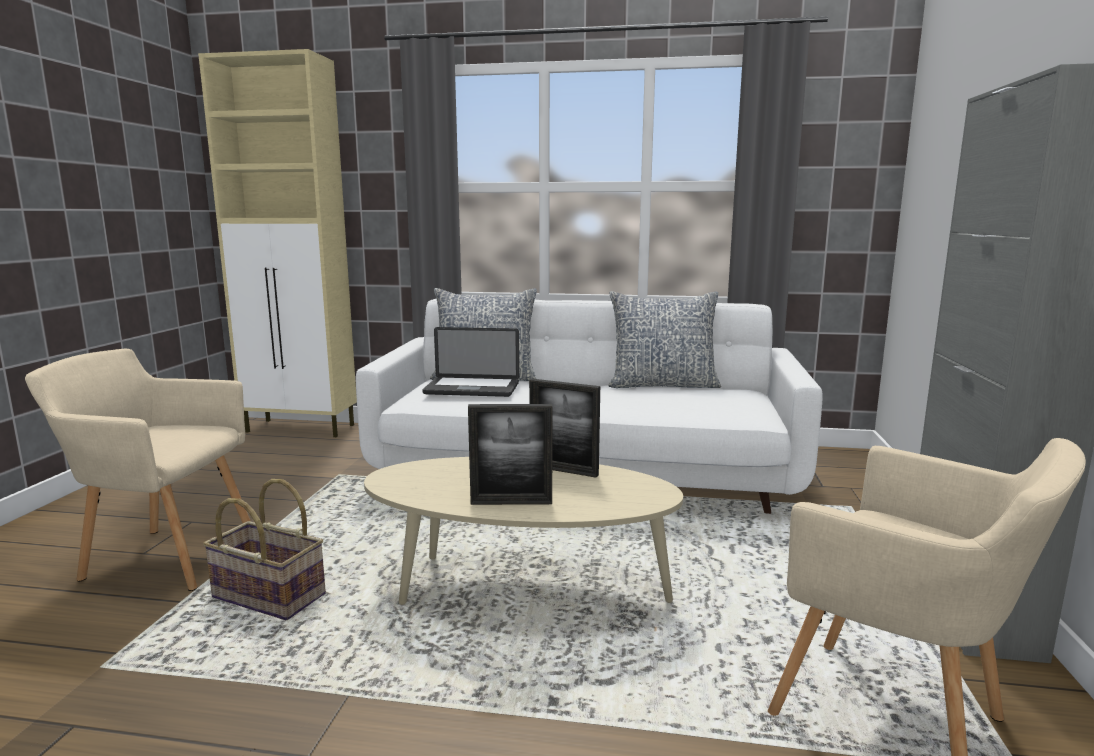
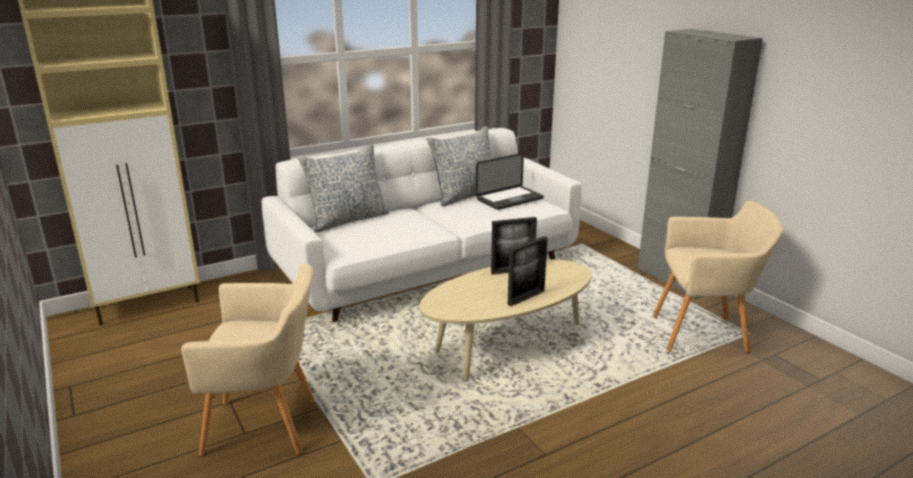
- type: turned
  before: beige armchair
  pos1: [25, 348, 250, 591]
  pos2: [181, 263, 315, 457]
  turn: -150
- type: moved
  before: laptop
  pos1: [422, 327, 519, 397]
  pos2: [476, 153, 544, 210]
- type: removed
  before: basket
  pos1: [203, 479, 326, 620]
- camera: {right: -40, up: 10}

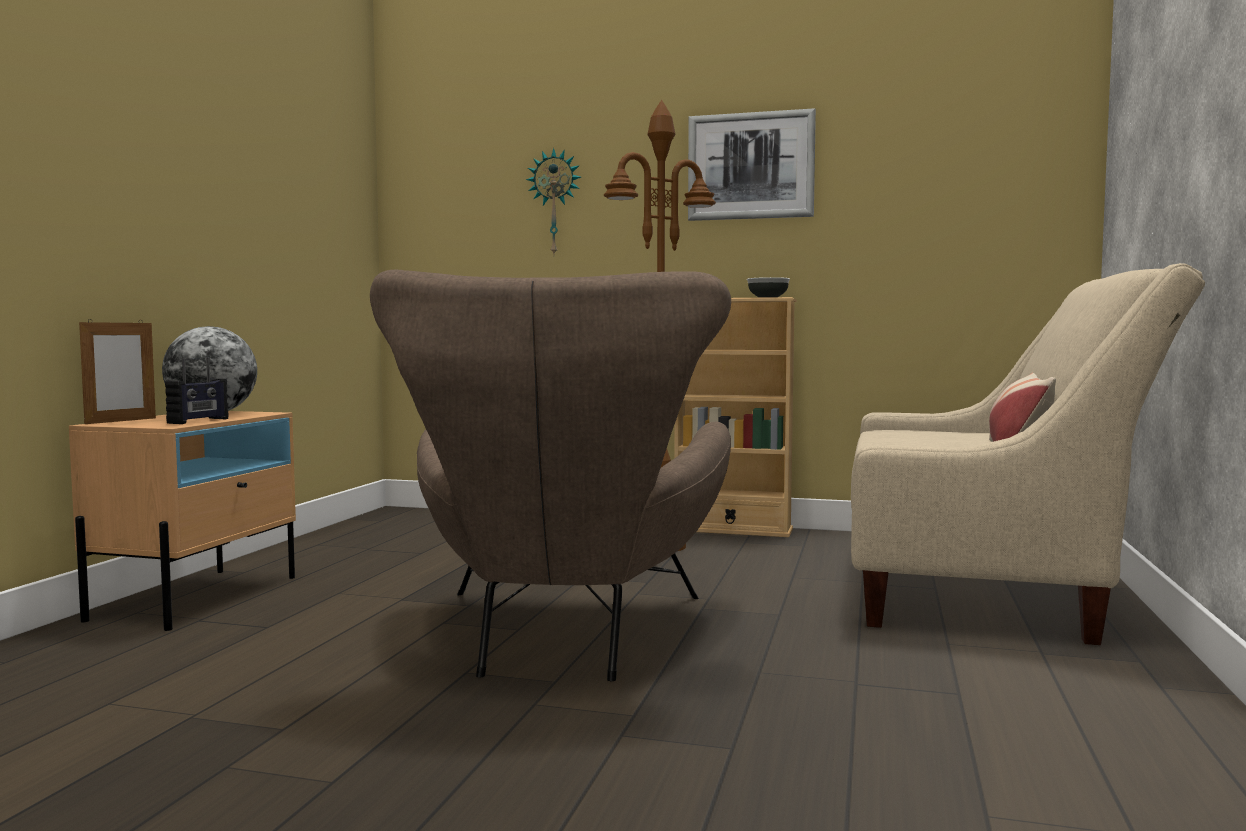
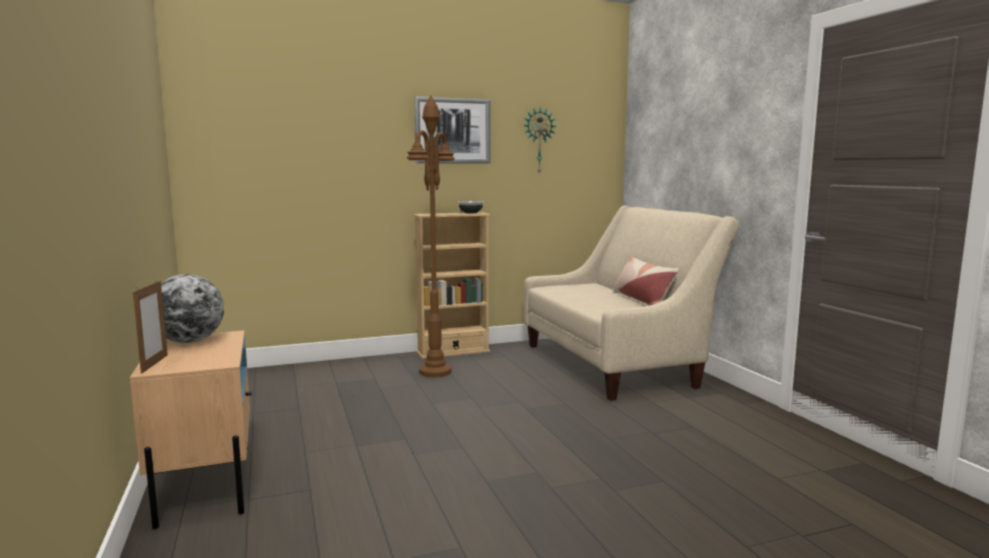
- type: moved
  before: wall clock
  pos1: [526, 148, 581, 254]
  pos2: [523, 107, 556, 174]
- type: removed
  before: radio
  pos1: [165, 357, 228, 424]
- type: removed
  before: brown armchair
  pos1: [370, 270, 731, 681]
- camera: {right: -35, up: 5}

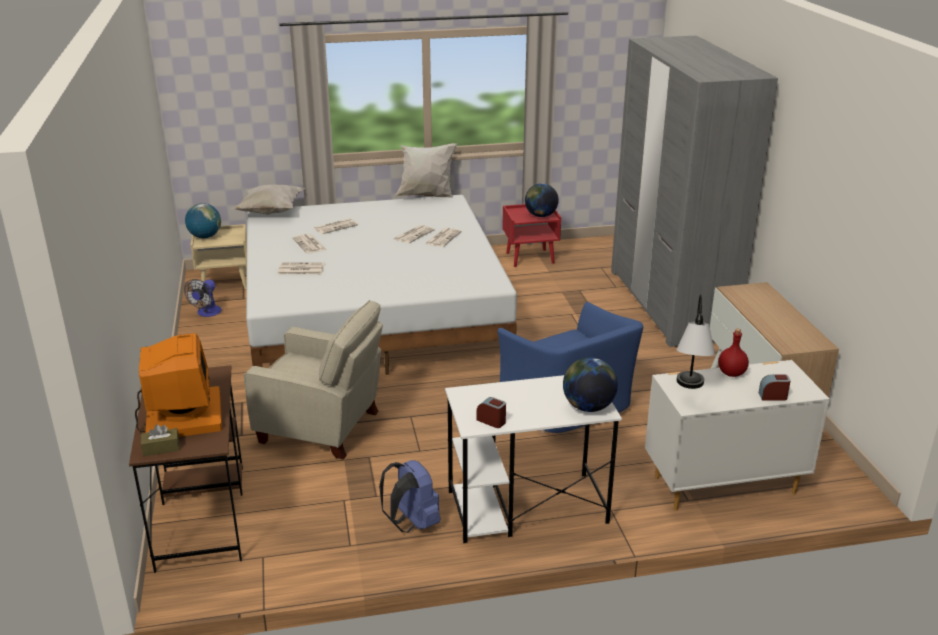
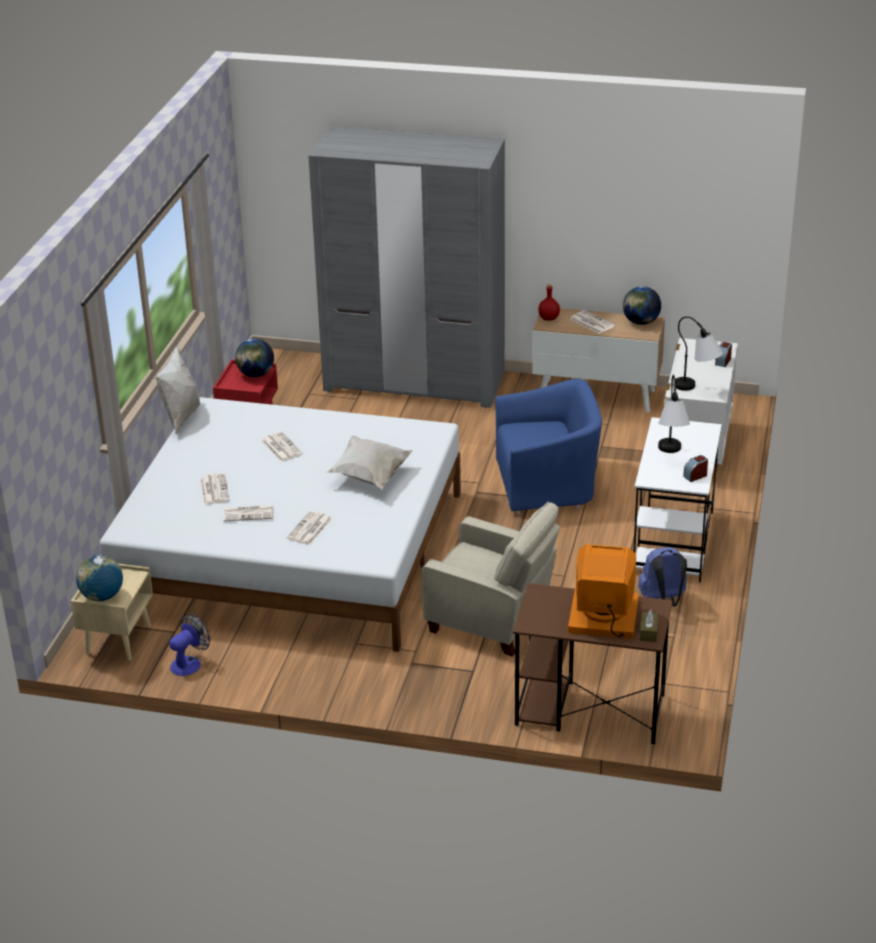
- type: turned
  before: fan
  pos1: [184, 279, 222, 317]
  pos2: [169, 614, 210, 676]
  turn: -90
- type: moved
  before: white pillow
  pos1: [231, 184, 305, 215]
  pos2: [325, 435, 413, 489]
- type: turned
  before: beige armchair
  pos1: [244, 300, 383, 460]
  pos2: [422, 502, 560, 657]
  turn: 75
- type: moved
  before: red bottle
  pos1: [718, 329, 749, 377]
  pos2: [538, 284, 560, 321]
- type: moved
  before: newspaper
  pos1: [425, 228, 462, 247]
  pos2: [570, 310, 615, 334]
- type: moved
  before: globe
  pos1: [563, 357, 618, 412]
  pos2: [623, 286, 661, 325]
- type: added
  after: table lamp
  pos2: [658, 375, 690, 453]
- camera: {right: -65, up: 5}

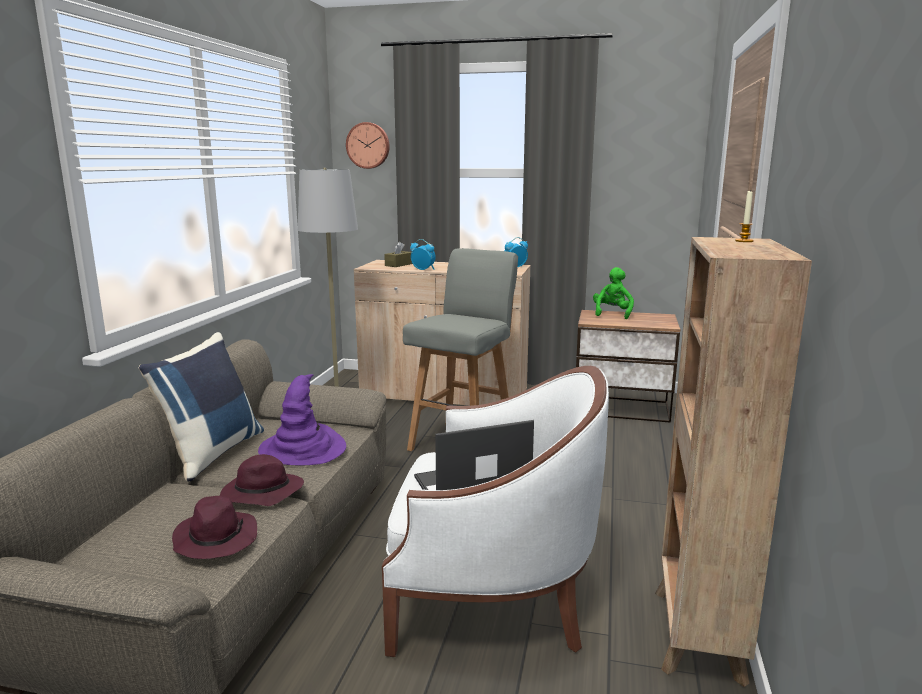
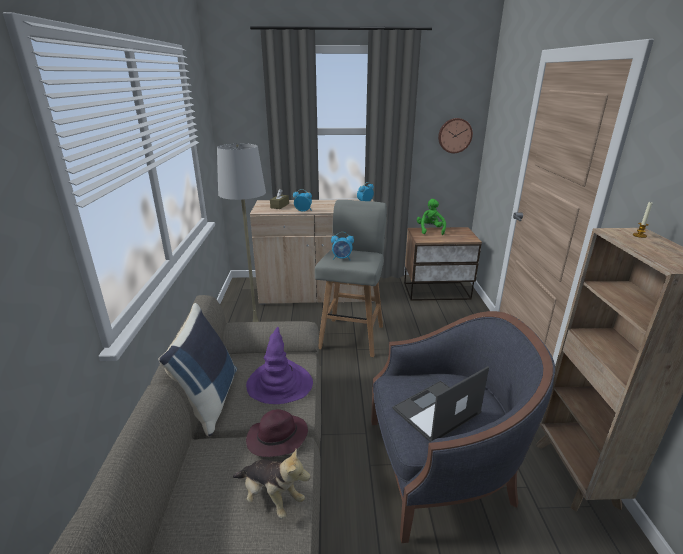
- type: replaced
  before: purple hat
  after: plush toy
  pos1: [172, 496, 257, 559]
  pos2: [233, 449, 311, 519]
- type: added
  after: alarm clock
  pos2: [331, 232, 354, 260]
- type: recoloured
  before: white armchair
  after: blue armchair
  pos1: [382, 366, 609, 657]
  pos2: [371, 311, 555, 543]
- type: moved
  before: wall clock
  pos1: [346, 122, 390, 169]
  pos2: [438, 118, 473, 153]
- camera: {right: -15, up: 10}

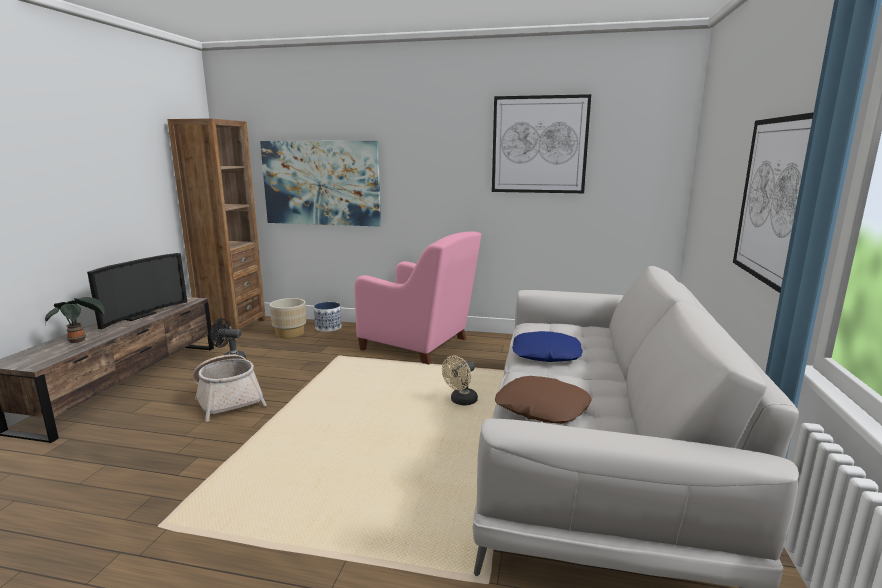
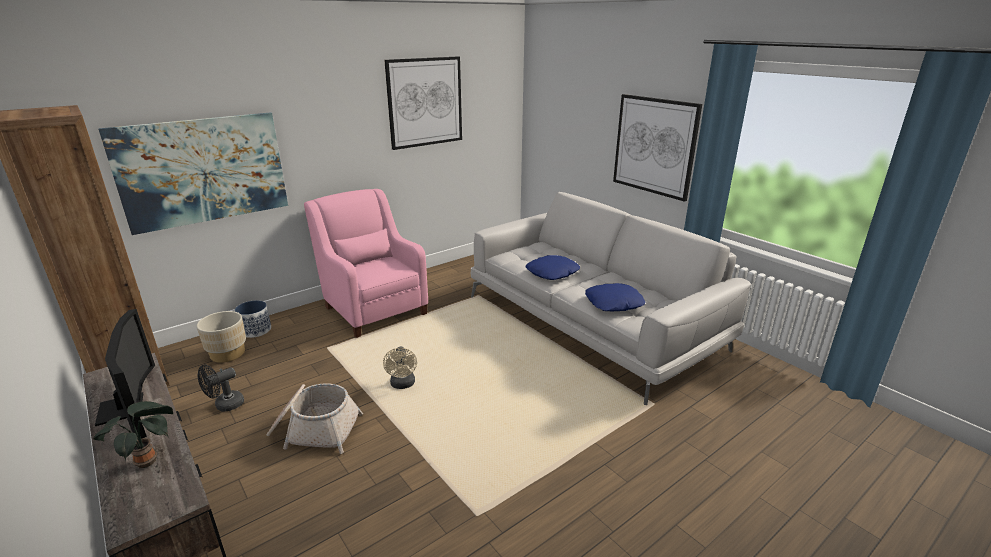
- type: turned
  before: pink armchair
  pos1: [354, 231, 481, 364]
  pos2: [304, 189, 428, 338]
  turn: -105
- type: moved
  before: beige fan
  pos1: [442, 355, 478, 405]
  pos2: [383, 346, 417, 389]
- type: recoloured
  before: brown pillow
  after: blue pillow
  pos1: [495, 376, 592, 424]
  pos2: [585, 283, 646, 311]
- camera: {right: -50, up: 10}

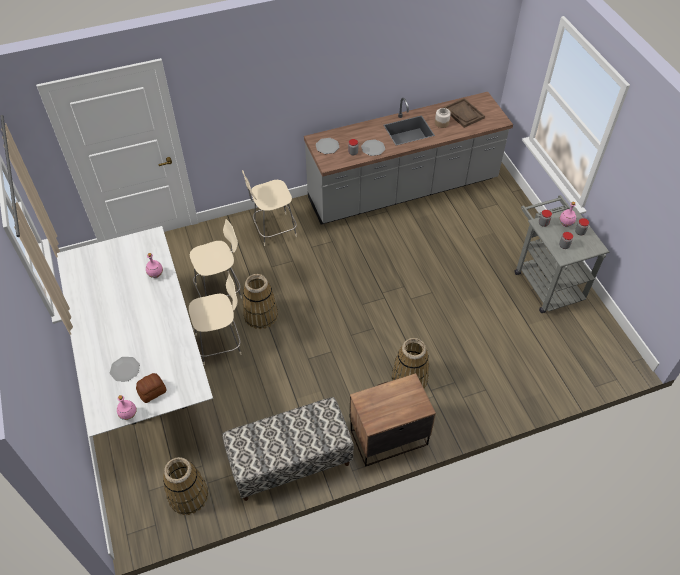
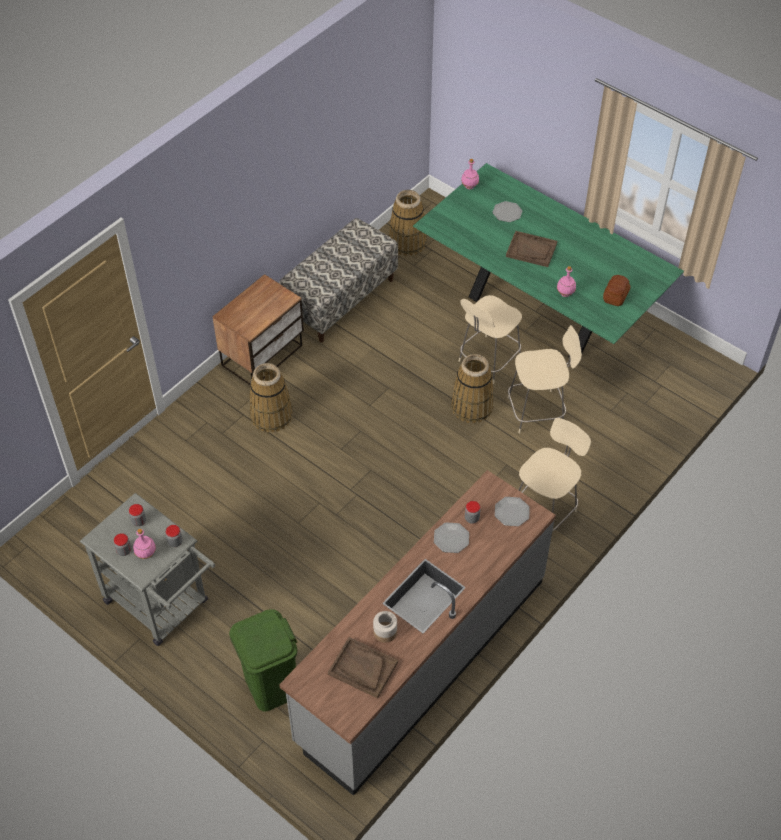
- type: added
  after: green trash can
  pos2: [229, 609, 297, 712]
- type: recoloured
  before: white dining table
  after: green dining table
  pos1: [57, 226, 213, 437]
  pos2: [413, 163, 684, 357]
- type: added
  after: brown tray
  pos2: [506, 231, 557, 267]
- type: turned
  before: beige chair
  pos1: [190, 219, 242, 299]
  pos2: [507, 325, 582, 433]
  turn: -135
- type: moved
  before: bread
  pos1: [136, 373, 166, 403]
  pos2: [603, 275, 631, 306]
- camera: {right: 150, up: 0}

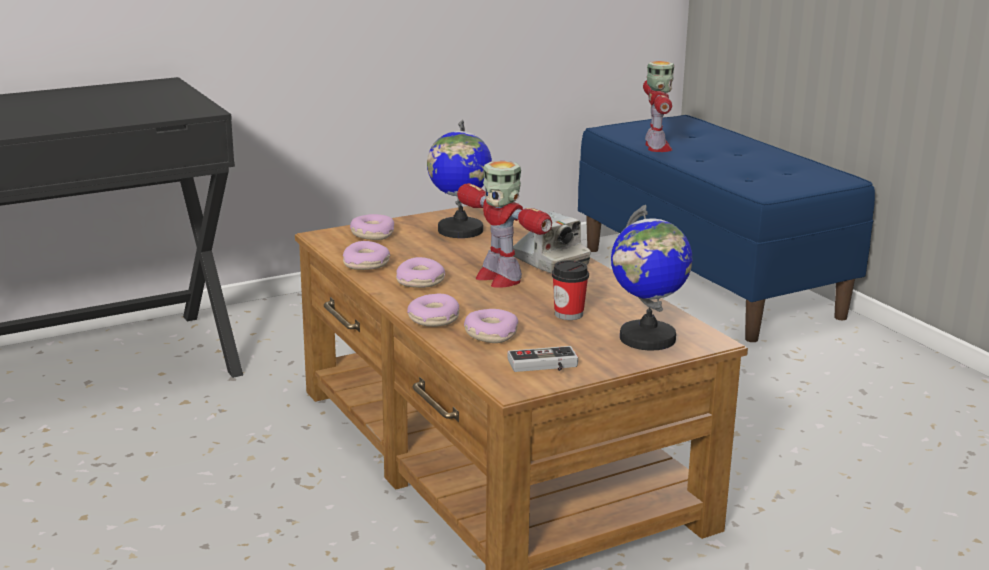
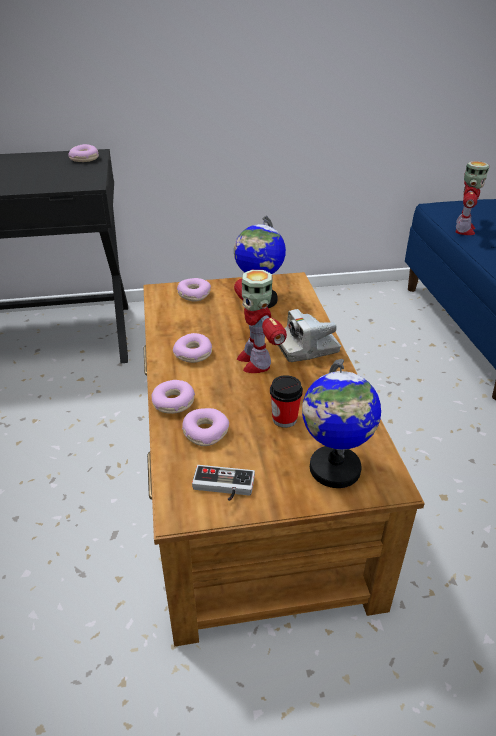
- type: moved
  before: donut
  pos1: [343, 241, 390, 270]
  pos2: [68, 144, 99, 162]
- type: turned
  before: photo camera
  pos1: [513, 211, 591, 274]
  pos2: [278, 309, 341, 362]
  turn: 90
- camera: {right: 20, up: 15}

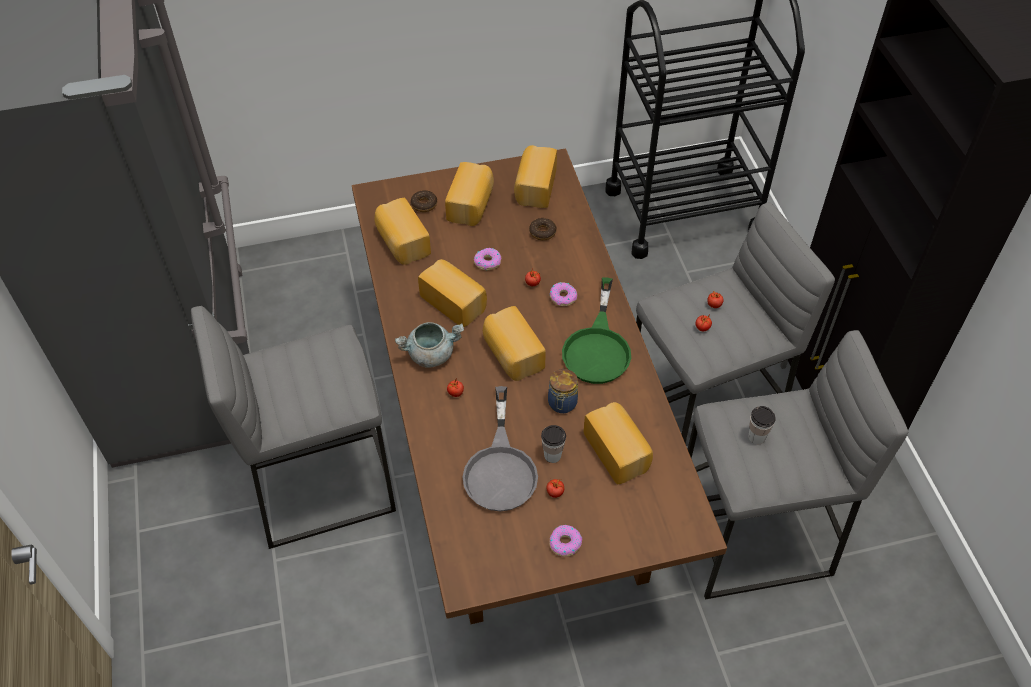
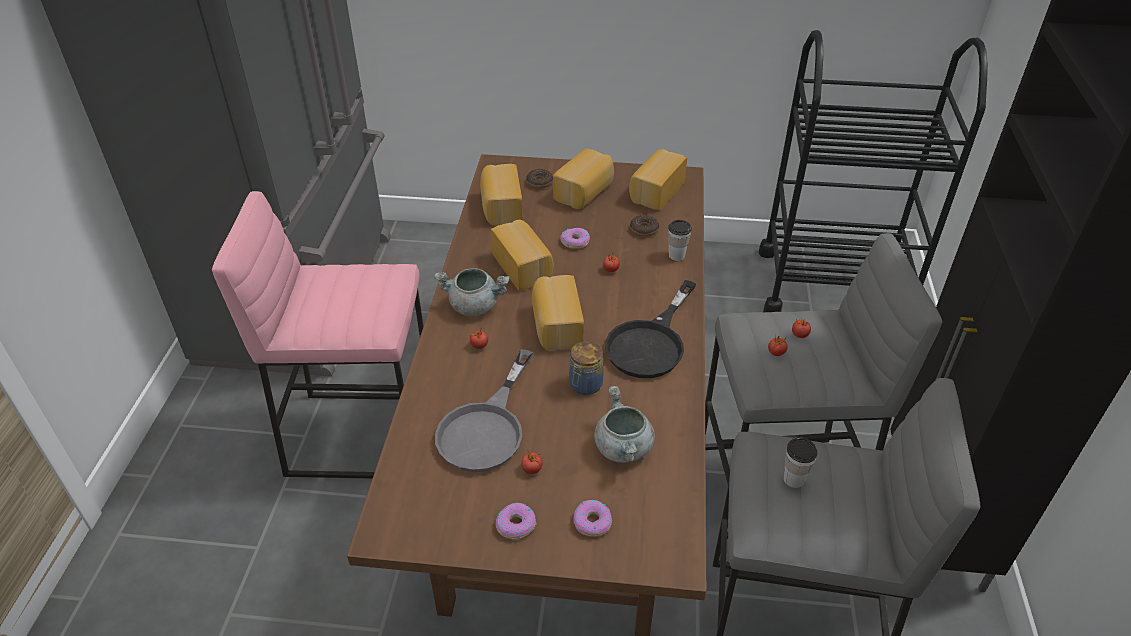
- type: recoloured
  before: grey stool
  after: pink stool
  pos1: [191, 306, 396, 549]
  pos2: [212, 191, 424, 479]
- type: moved
  before: donut
  pos1: [550, 282, 577, 306]
  pos2: [573, 500, 612, 537]
- type: replaced
  before: bread
  after: grey cooking pot
  pos1: [584, 402, 653, 485]
  pos2: [594, 386, 655, 463]
- type: recoloured
  before: green frying pan
  after: black frying pan
  pos1: [562, 277, 631, 384]
  pos2: [605, 280, 696, 378]
- type: moved
  before: cup
  pos1: [541, 425, 566, 463]
  pos2: [668, 220, 692, 261]
- camera: {right: 20, up: -10}

